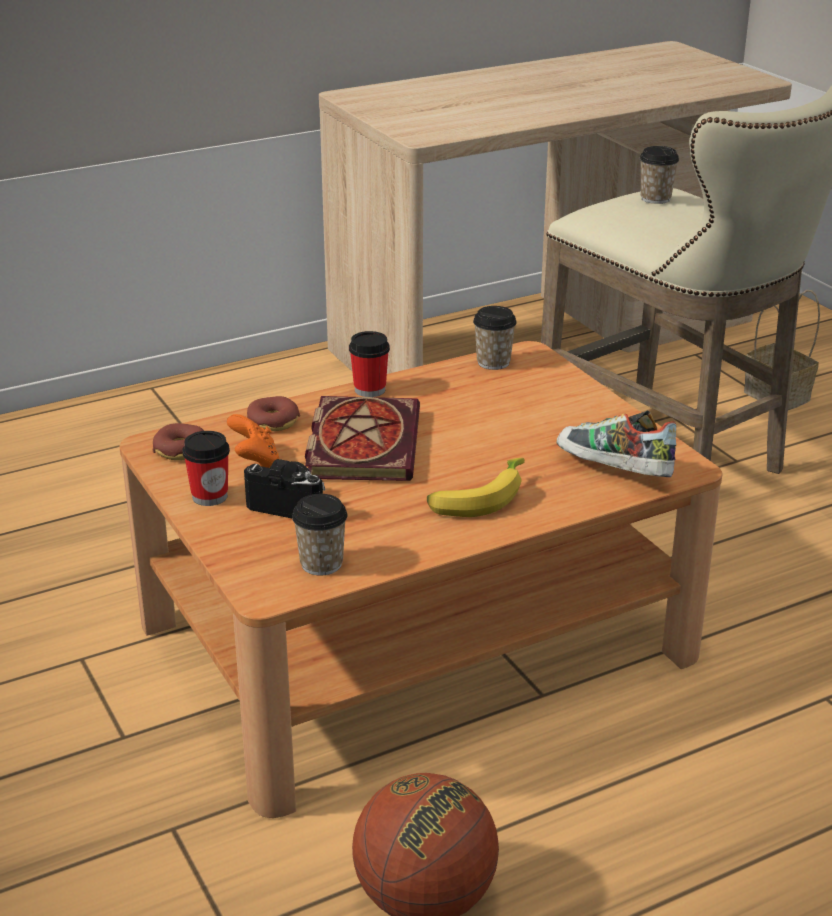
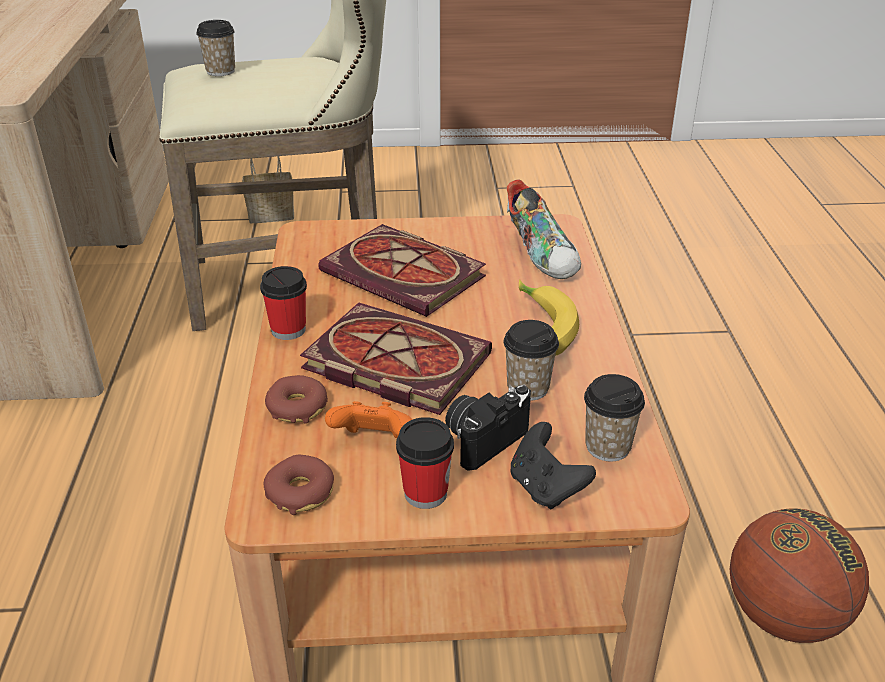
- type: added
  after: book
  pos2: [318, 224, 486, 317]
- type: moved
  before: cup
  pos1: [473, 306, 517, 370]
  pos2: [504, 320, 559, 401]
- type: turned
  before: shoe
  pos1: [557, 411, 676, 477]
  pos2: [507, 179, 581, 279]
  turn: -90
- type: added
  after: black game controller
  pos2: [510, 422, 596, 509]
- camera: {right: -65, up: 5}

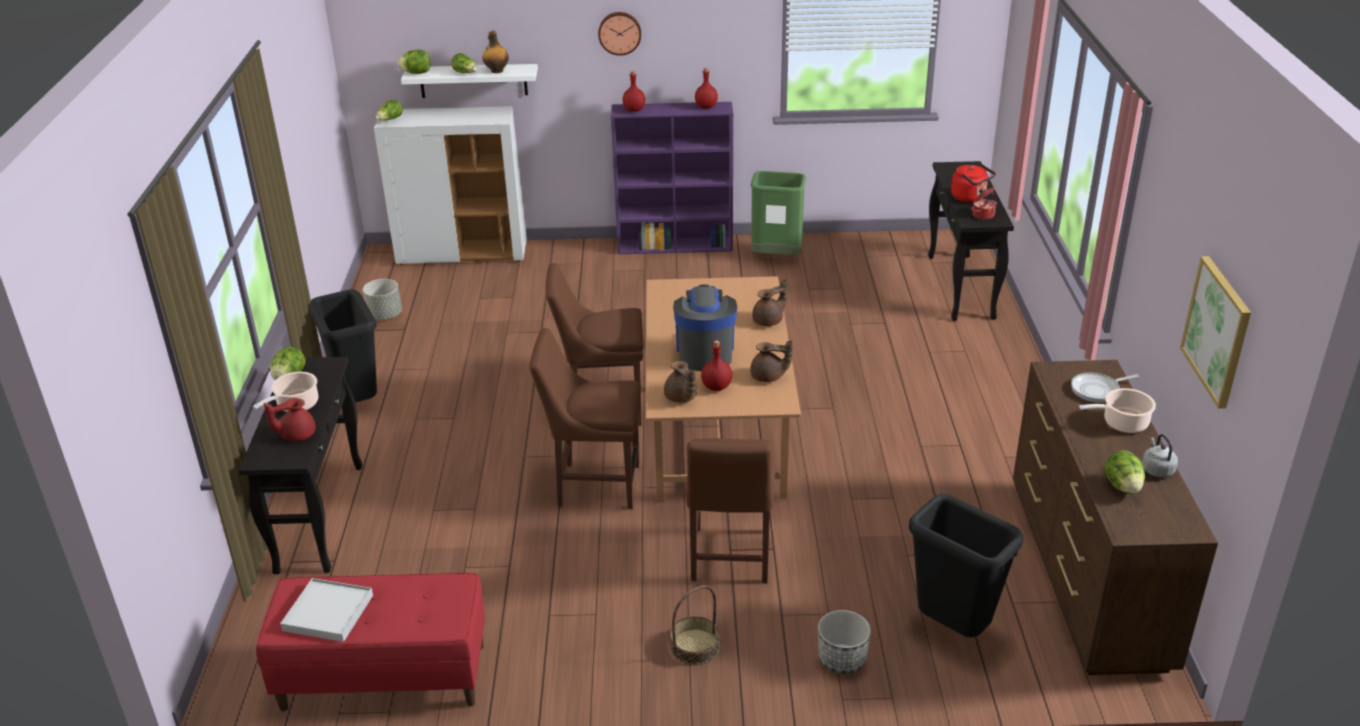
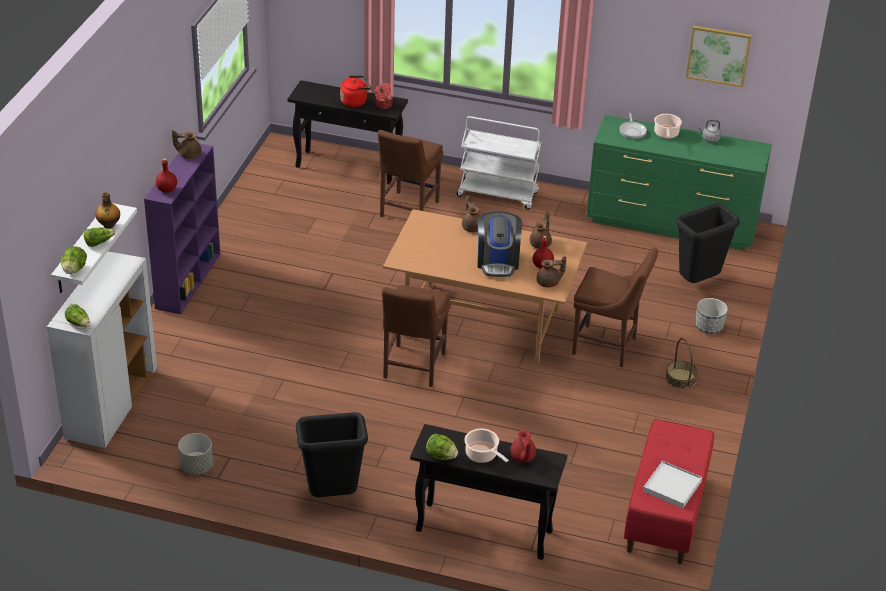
- type: replaced
  before: red bottle
  after: brown teapot
  pos1: [695, 68, 718, 109]
  pos2: [172, 130, 201, 159]
- type: moved
  before: brown chair
  pos1: [529, 328, 641, 509]
  pos2: [377, 130, 443, 217]
- type: added
  after: white cart
  pos2: [457, 116, 541, 210]
- type: turned
  before: coffee machine
  pos1: [673, 284, 737, 371]
  pos2: [478, 211, 522, 277]
  turn: -105
- type: recoloured
  before: brown dresser
  after: green dresser
  pos1: [1013, 360, 1218, 675]
  pos2: [586, 115, 772, 251]
- type: removed
  before: wall clock
  pos1: [598, 12, 641, 56]
- type: removed
  before: green trash can
  pos1: [750, 171, 806, 255]
- type: removed
  before: lettuce
  pos1: [1105, 451, 1145, 494]
- camera: {right: -75, up: 5}

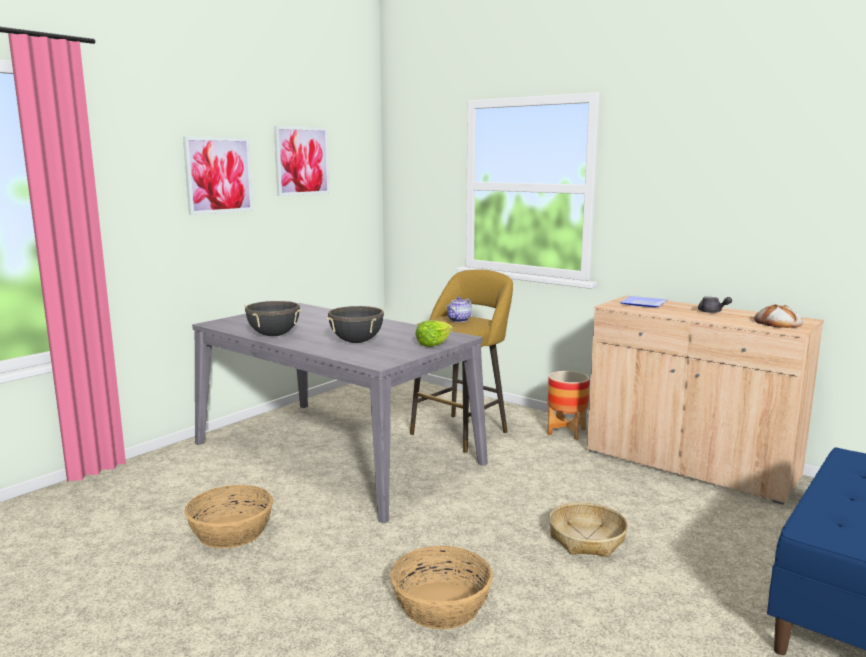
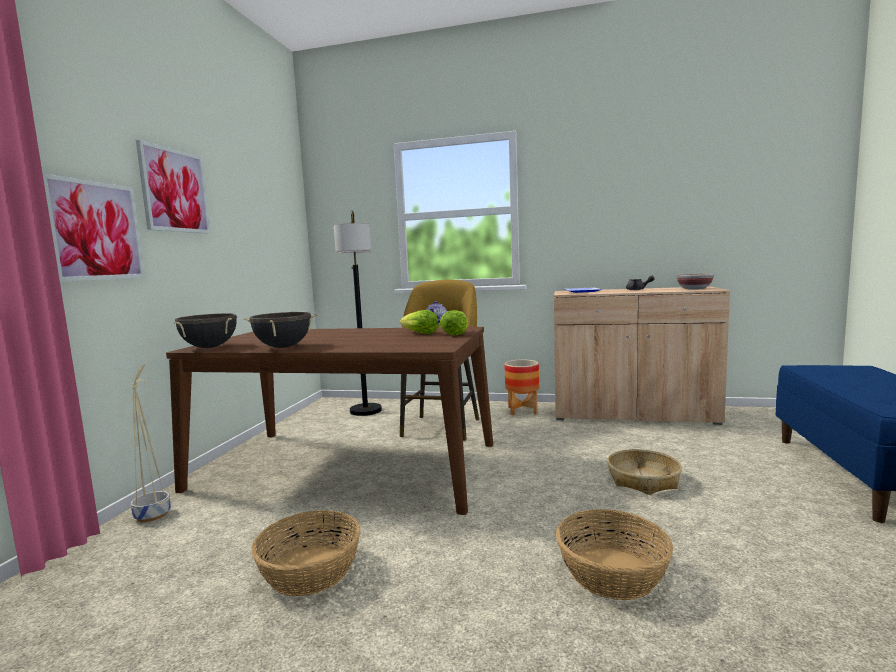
- type: moved
  before: picture
  pos1: [274, 126, 330, 196]
  pos2: [43, 173, 145, 282]
- type: added
  after: beige planter
  pos2: [130, 363, 171, 522]
- type: recoloured
  before: grey dining table
  after: brown dining table
  pos1: [192, 303, 488, 524]
  pos2: [166, 327, 493, 515]
- type: moved
  before: black cooking pot
  pos1: [326, 306, 385, 343]
  pos2: [174, 313, 237, 348]
- type: added
  after: floor lamp
  pos2: [334, 210, 382, 416]
- type: added
  after: lettuce
  pos2: [400, 310, 438, 334]
- type: replaced
  before: bread
  after: bowl
  pos1: [754, 304, 803, 328]
  pos2: [676, 273, 714, 289]
- camera: {right: -25, up: -5}

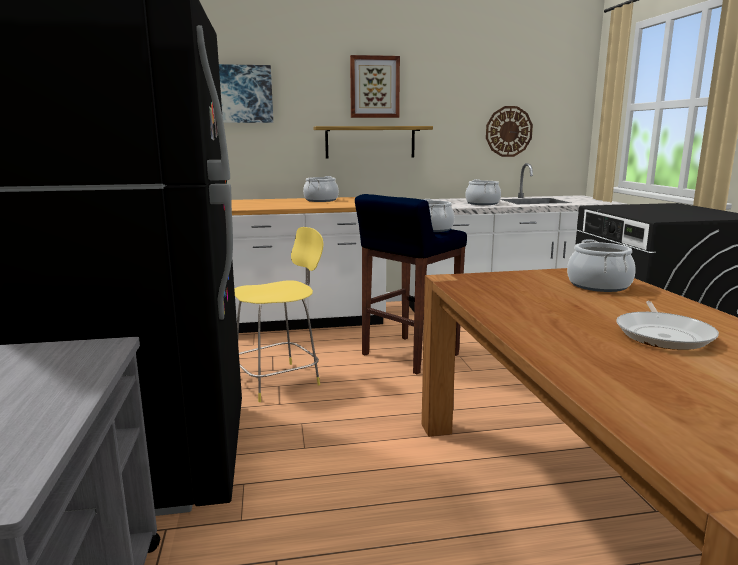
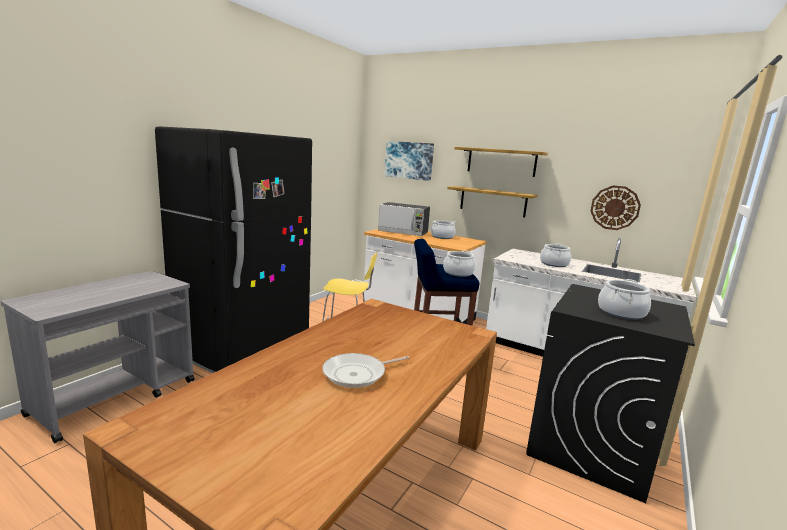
- type: added
  after: microwave
  pos2: [378, 202, 430, 236]
- type: replaced
  before: picture
  after: shelf
  pos1: [350, 55, 400, 118]
  pos2: [454, 147, 548, 177]
- type: moved
  before: cooking pot
  pos1: [567, 240, 635, 292]
  pos2: [598, 279, 651, 320]
- camera: {right: 40, up: 0}

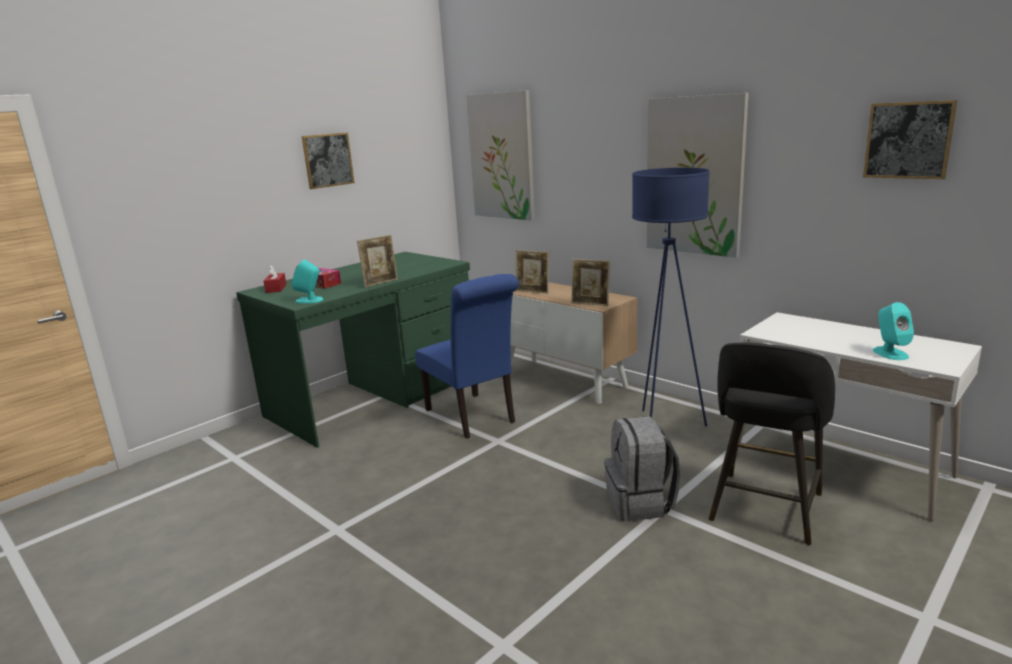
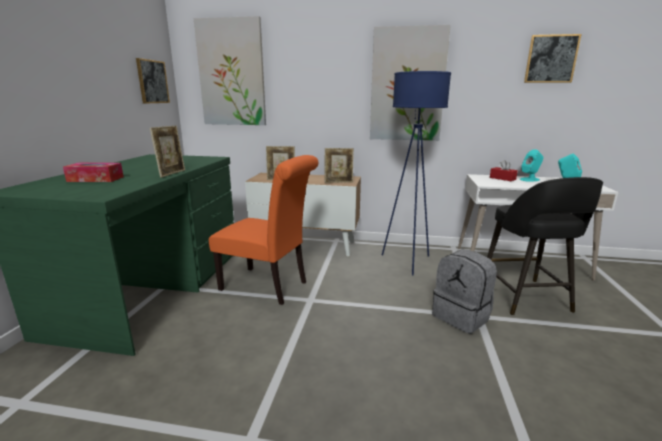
- type: moved
  before: picture
  pos1: [302, 133, 354, 189]
  pos2: [136, 58, 170, 104]
- type: recoloured
  before: blue chair
  after: orange chair
  pos1: [415, 274, 519, 439]
  pos2: [209, 155, 319, 305]
- type: moved
  before: red tissue box
  pos1: [264, 266, 287, 293]
  pos2: [490, 160, 518, 181]
- type: moved
  before: turquoise speaker
  pos1: [292, 260, 323, 303]
  pos2: [520, 149, 544, 182]
- camera: {right: -35, up: 0}

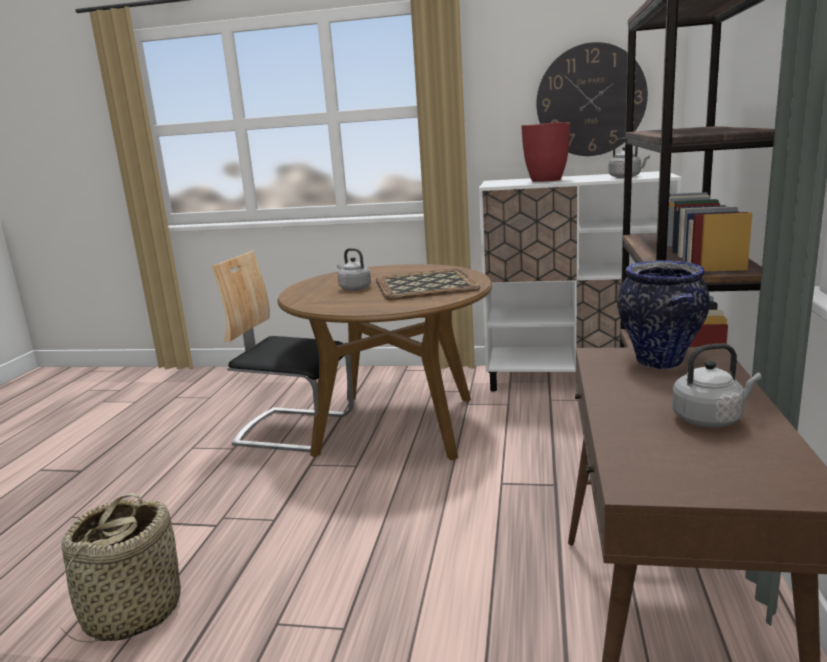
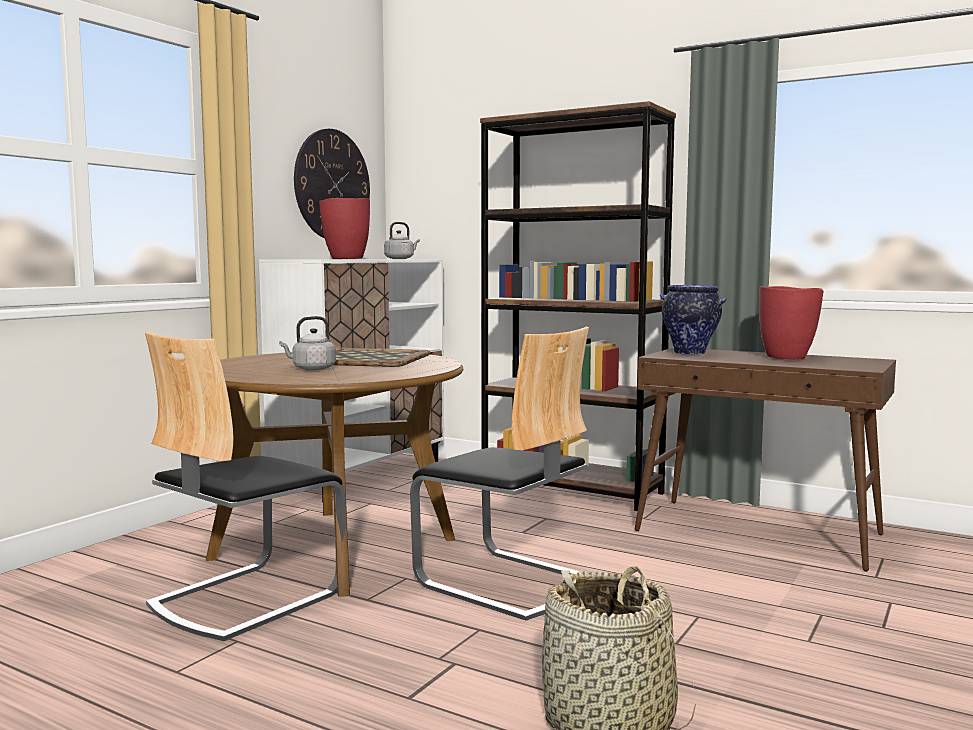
- type: added
  after: chair
  pos2: [410, 327, 589, 620]
- type: replaced
  before: grey kettle
  after: red vase
  pos1: [672, 343, 762, 427]
  pos2: [759, 286, 824, 359]
- camera: {right: -70, up: -10}

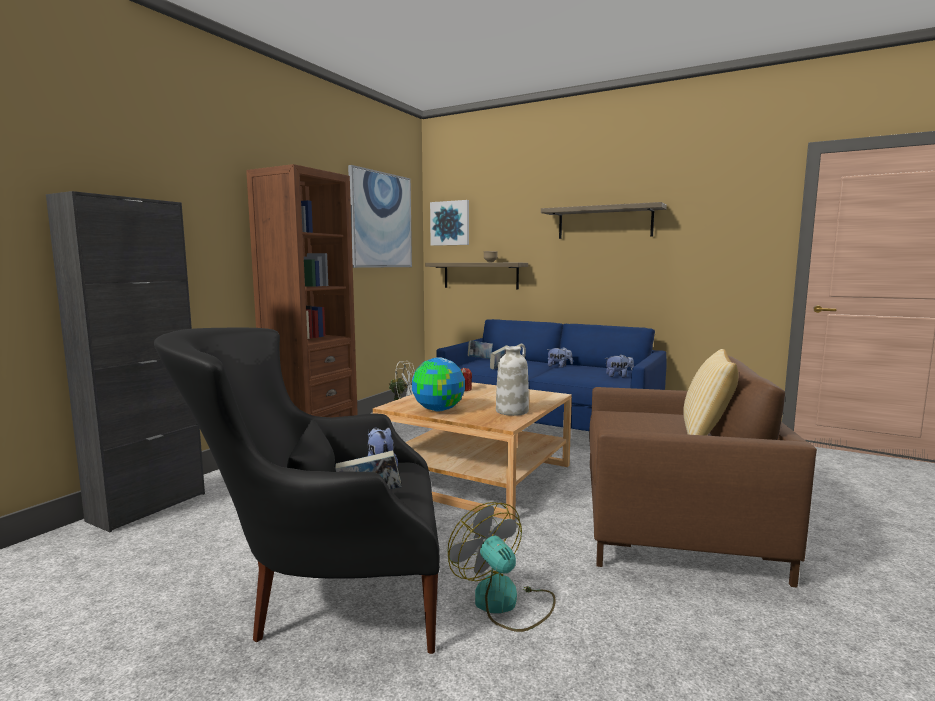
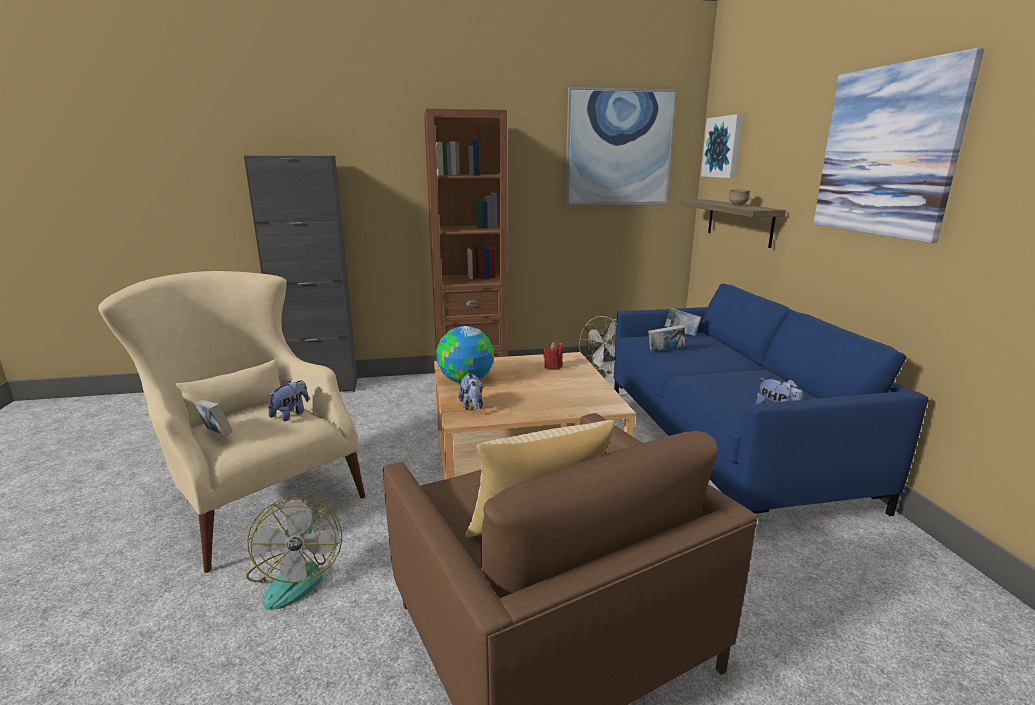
- type: recoloured
  before: black armchair
  after: beige armchair
  pos1: [154, 328, 440, 654]
  pos2: [98, 271, 365, 573]
- type: turned
  before: fan
  pos1: [447, 502, 556, 632]
  pos2: [246, 497, 342, 610]
  turn: 150
- type: moved
  before: plush toy
  pos1: [547, 347, 573, 368]
  pos2: [458, 373, 483, 410]
- type: replaced
  before: shelf
  after: picture
  pos1: [541, 202, 667, 239]
  pos2: [813, 48, 984, 243]
- type: removed
  before: white vase
  pos1: [496, 344, 529, 416]
- camera: {right: 50, up: 10}

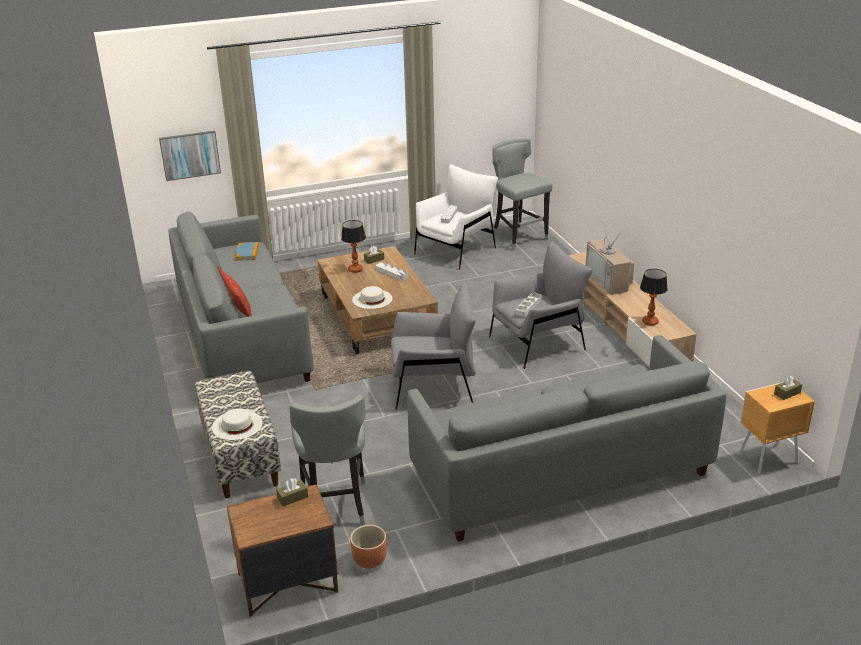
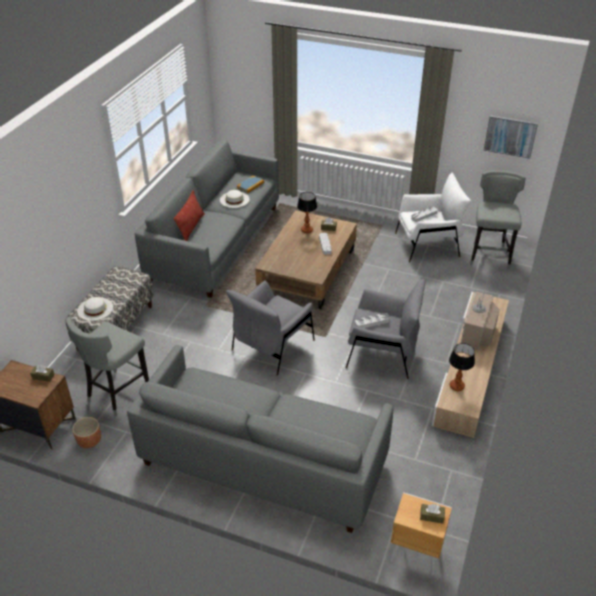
- type: moved
  before: white hat
  pos1: [352, 286, 393, 309]
  pos2: [220, 190, 250, 208]
- type: turned
  before: grey armchair
  pos1: [391, 283, 476, 410]
  pos2: [226, 280, 315, 376]
  turn: 90
- type: moved
  before: picture
  pos1: [159, 131, 221, 181]
  pos2: [484, 115, 538, 159]
- camera: {right: 40, up: 10}

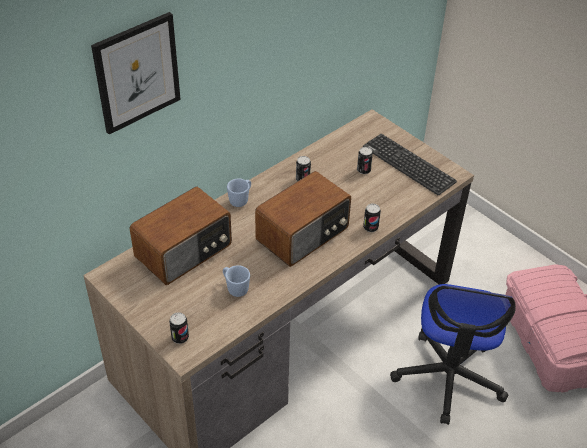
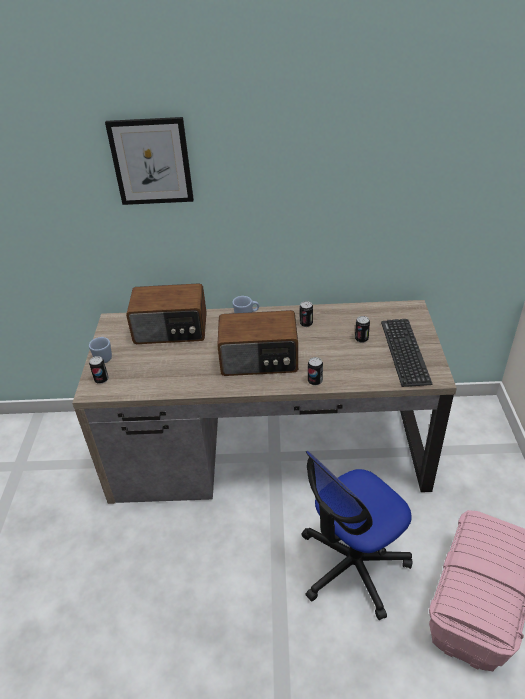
- type: moved
  before: blue mug
  pos1: [223, 265, 250, 297]
  pos2: [89, 337, 112, 363]
- camera: {right: 45, up: -5}

